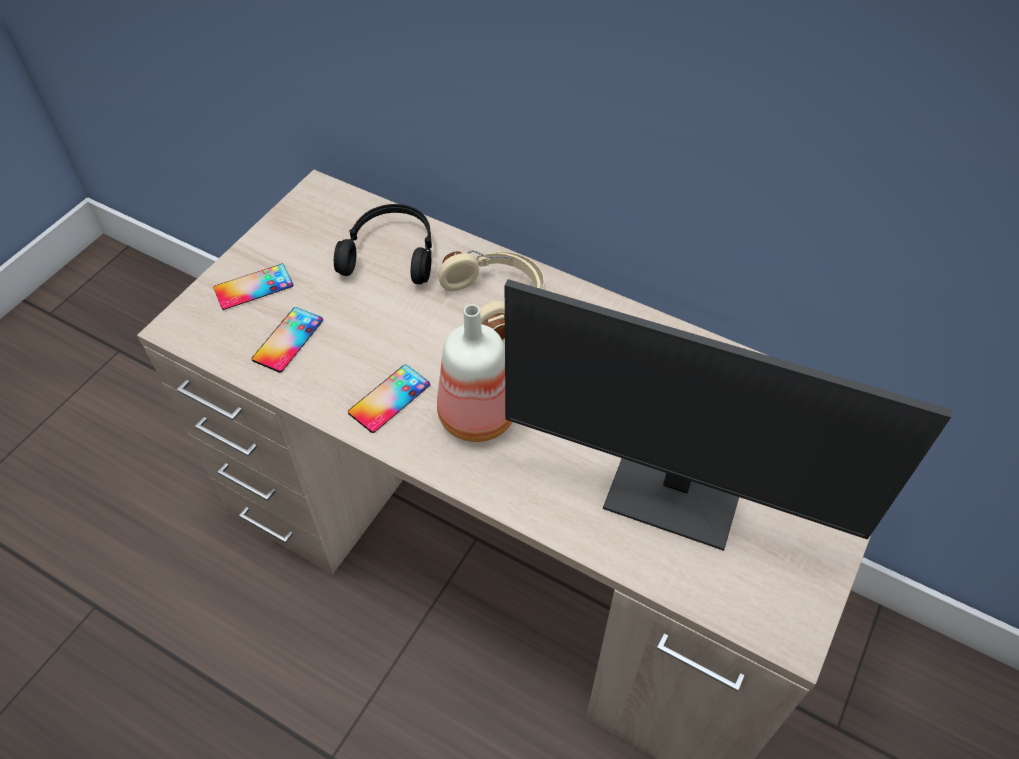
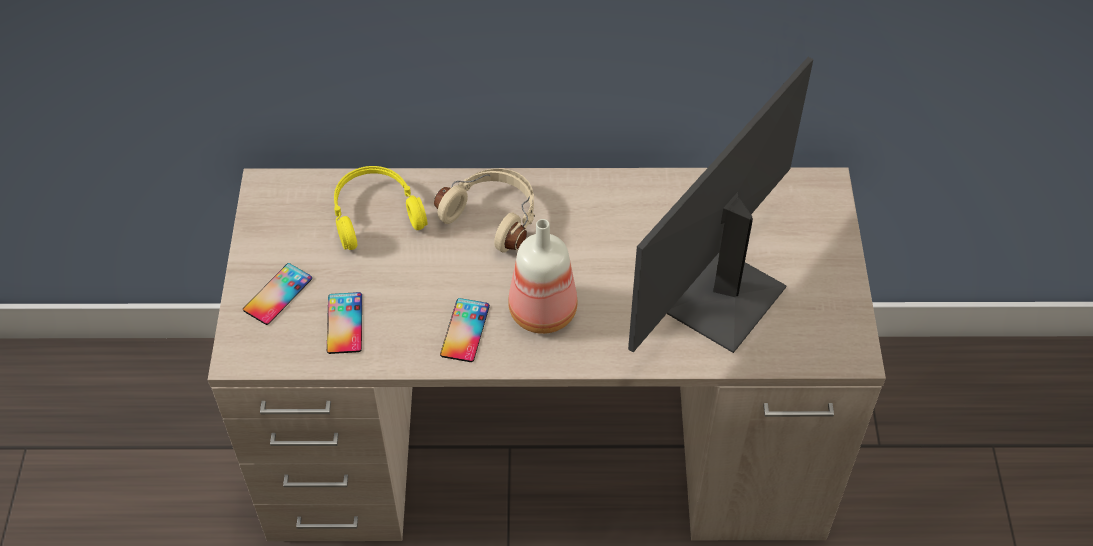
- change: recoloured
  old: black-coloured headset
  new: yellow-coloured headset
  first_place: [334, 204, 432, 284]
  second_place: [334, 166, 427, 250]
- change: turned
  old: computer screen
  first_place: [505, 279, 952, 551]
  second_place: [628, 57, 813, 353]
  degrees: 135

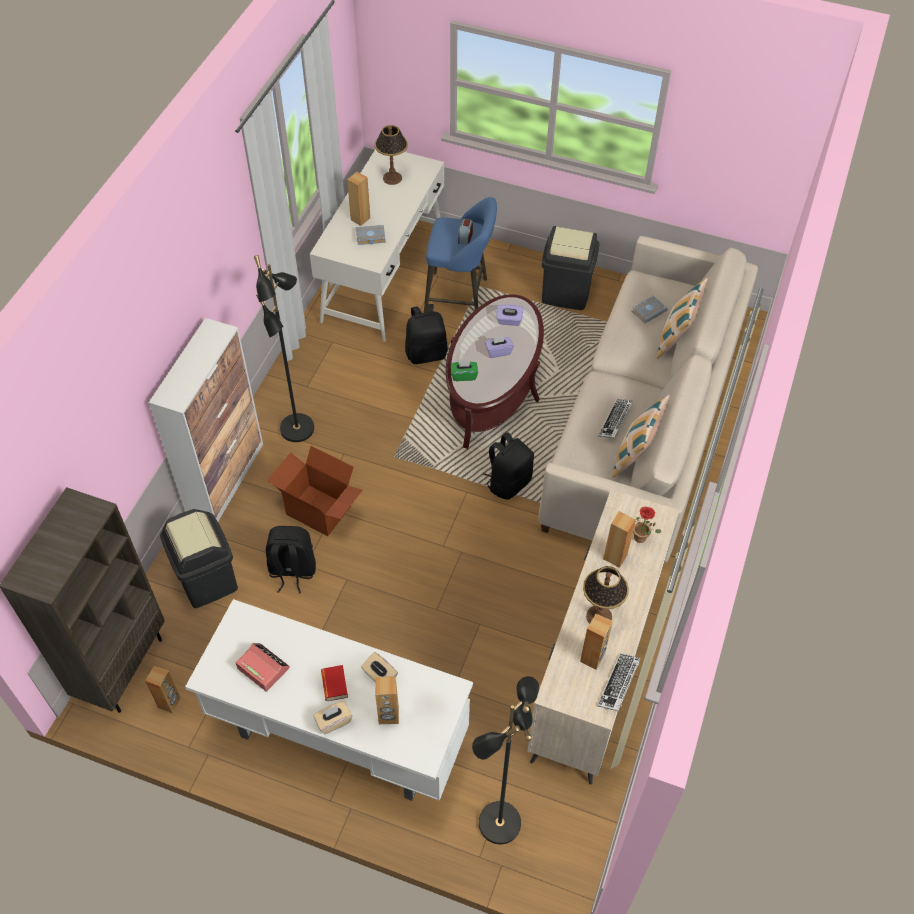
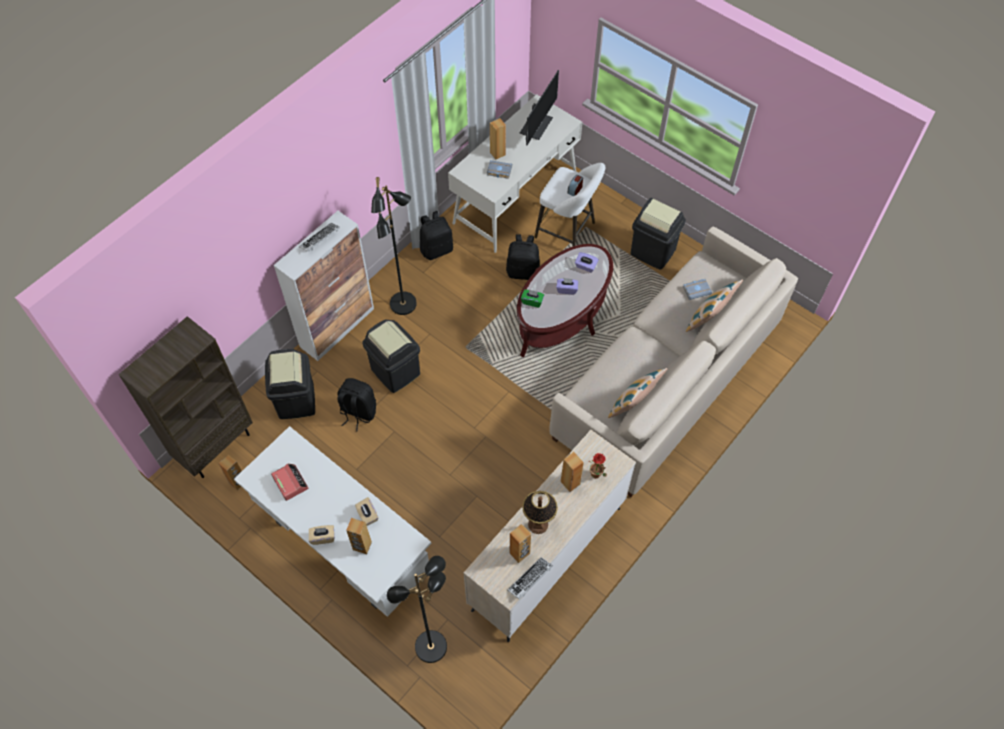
- change: removed
  old: bound book
  first_place: [321, 665, 348, 701]
- change: moved
  old: black-coloured knapsack
  first_place: [483, 432, 534, 500]
  second_place: [420, 211, 453, 260]
- change: moved
  old: computer keyboard
  first_place: [598, 399, 633, 438]
  second_place: [299, 223, 340, 252]
- change: replaced
  old: carton
  new: black-coloured trash can
  first_place: [268, 446, 362, 536]
  second_place: [362, 320, 420, 393]
- change: replaced
  old: table lamp
  new: computer screen
  first_place: [375, 125, 408, 185]
  second_place: [520, 70, 559, 145]
- change: recoloured
  old: blue stool seat
  new: whitish stool seat
  first_place: [424, 197, 497, 313]
  second_place: [534, 163, 605, 246]

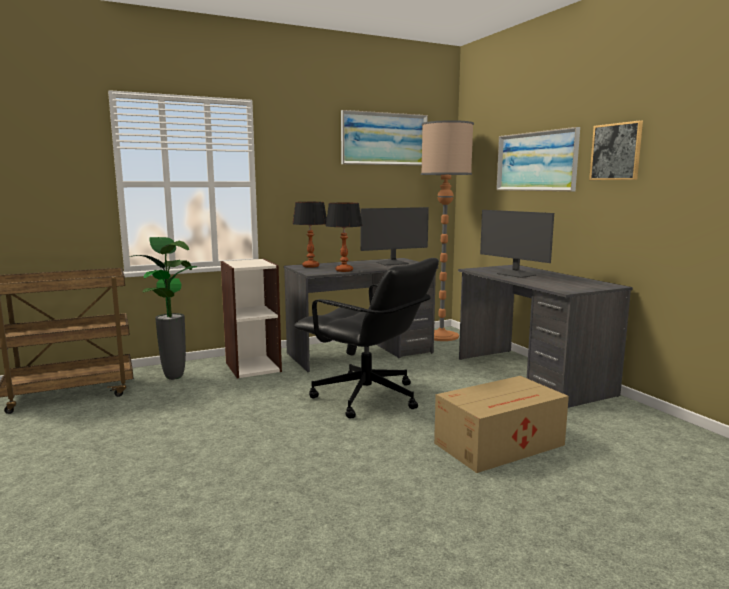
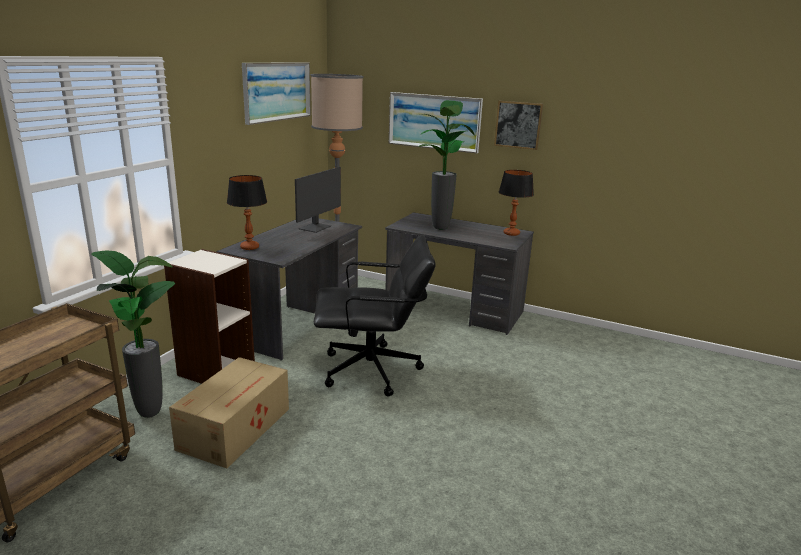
- change: moved
  old: table lamp
  first_place: [325, 203, 363, 272]
  second_place: [499, 170, 534, 236]
- change: moved
  old: carton
  first_place: [434, 376, 569, 473]
  second_place: [169, 357, 289, 468]
- change: replaced
  old: computer screen
  new: plant in a pot
  first_place: [480, 210, 554, 278]
  second_place: [418, 100, 474, 230]

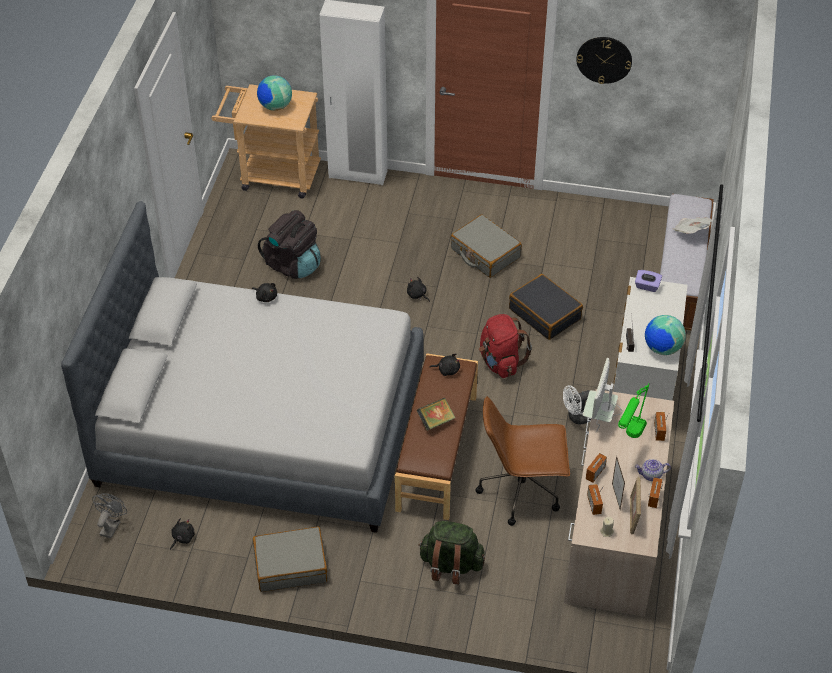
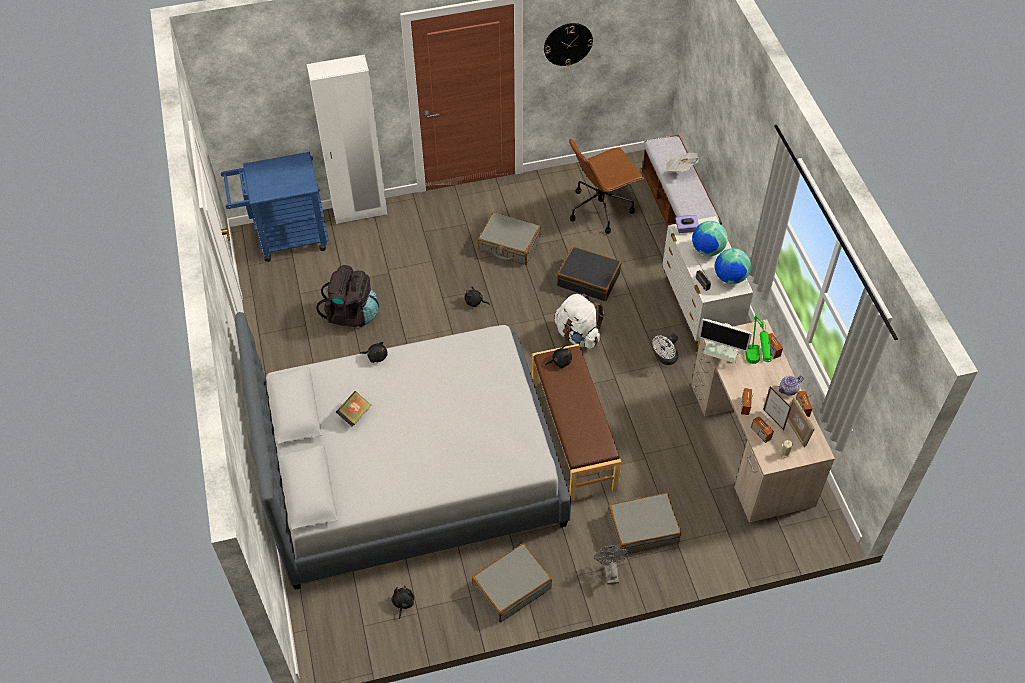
- change: moved
  old: gray fan
  first_place: [92, 493, 127, 538]
  second_place: [594, 545, 629, 585]
- change: moved
  old: desk globe
  first_place: [257, 75, 292, 111]
  second_place: [692, 221, 728, 256]
- change: moved
  old: bound book
  first_place: [417, 398, 455, 431]
  second_place: [336, 391, 372, 427]
- change: moved
  old: brown-coloured desk chair
  first_place: [476, 396, 570, 526]
  second_place: [569, 138, 644, 234]
- change: replaced
  old: green-coloured knapsack
  new: gray suitcase
  first_place: [418, 521, 485, 584]
  second_place: [607, 493, 681, 555]
- change: recoloured
  old: beige-coloured cart
  new: blue cart
  first_place: [211, 84, 321, 199]
  second_place: [221, 152, 329, 262]
- change: recoloured
  old: red-coloured knapsack
  new: whitish knapsack
  first_place: [479, 314, 532, 378]
  second_place: [555, 294, 604, 349]
- change: turned
  old: computer screen
  first_place: [582, 358, 622, 433]
  second_place: [699, 318, 752, 363]
  degrees: -60

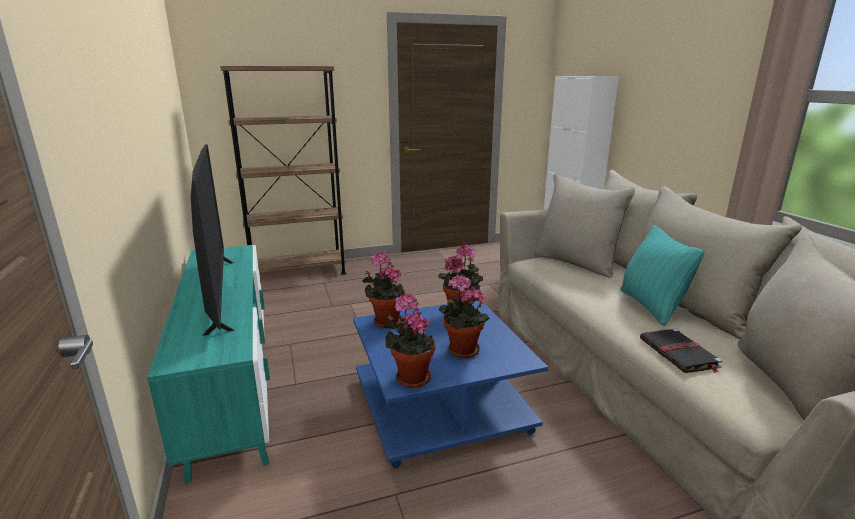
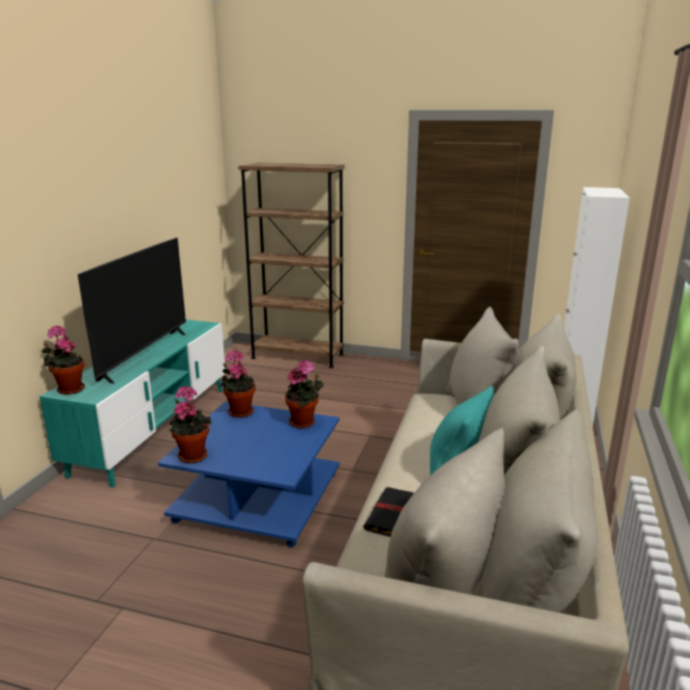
- change: moved
  old: plant in a pot
  first_place: [439, 275, 490, 358]
  second_place: [42, 325, 85, 395]

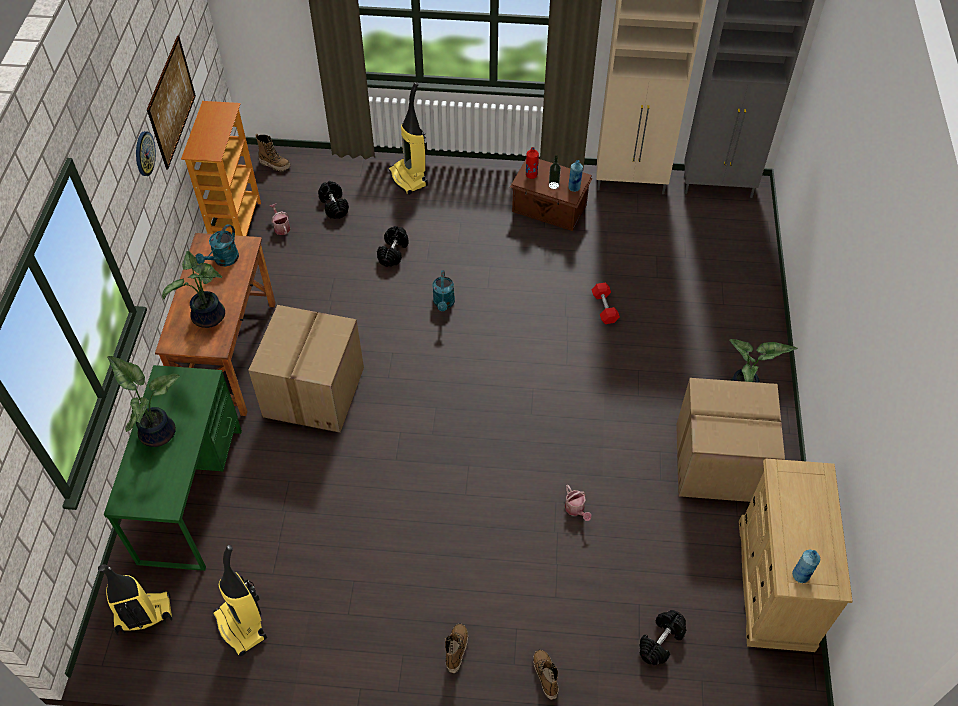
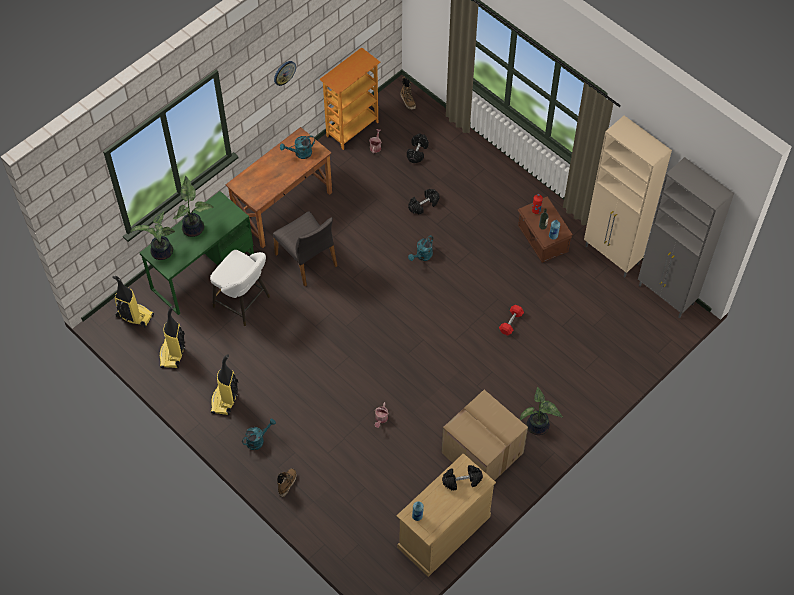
- change: removed
  old: picture
  first_place: [147, 35, 196, 169]
- change: added
  new: whitish stool seat
  second_place: [210, 250, 270, 326]
- change: moved
  old: plant in a pot
  first_place: [162, 251, 225, 328]
  second_place: [131, 211, 175, 260]
- change: moved
  old: vacuum cleaner
  first_place: [389, 82, 428, 195]
  second_place: [211, 354, 238, 415]
- change: moved
  old: black-coloured dumbbell
  first_place: [639, 610, 686, 665]
  second_place: [442, 465, 483, 491]
- change: replaced
  old: carton
  new: gray plain chair
  first_place: [248, 305, 364, 433]
  second_place: [273, 212, 337, 286]
- change: replaced
  old: high-top boot
  new: turquoise-coloured watering can
  first_place: [444, 624, 468, 673]
  second_place: [242, 418, 276, 450]

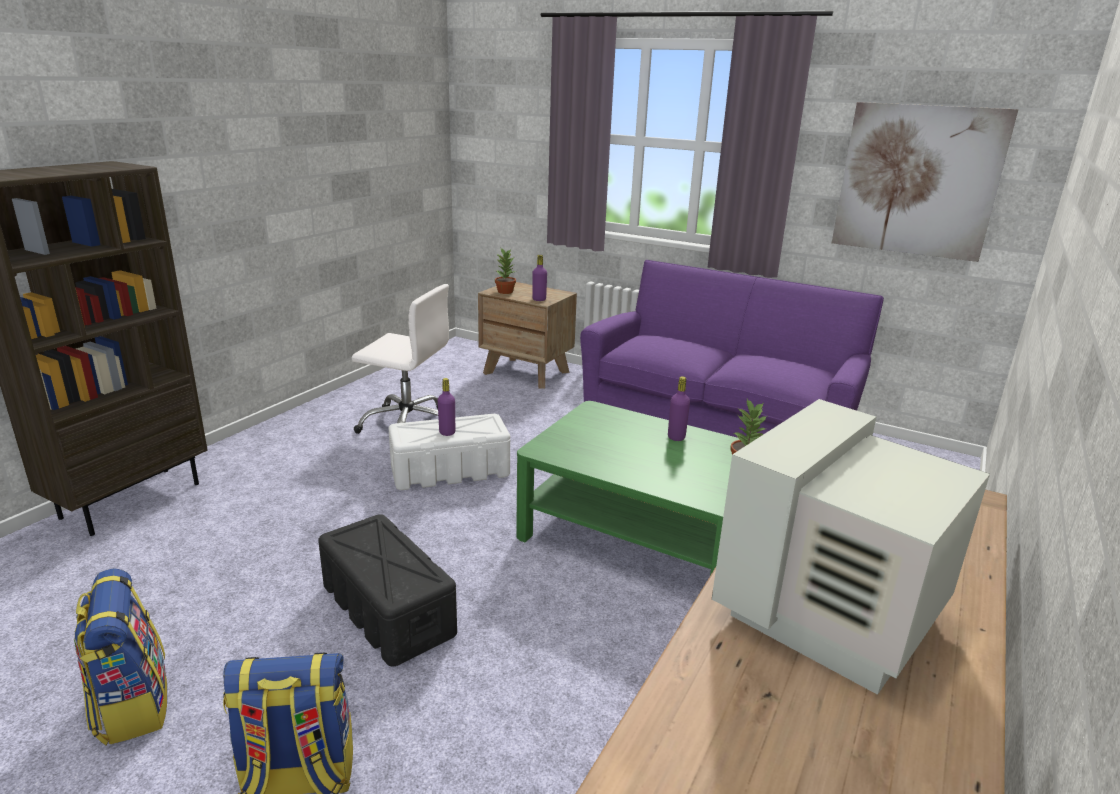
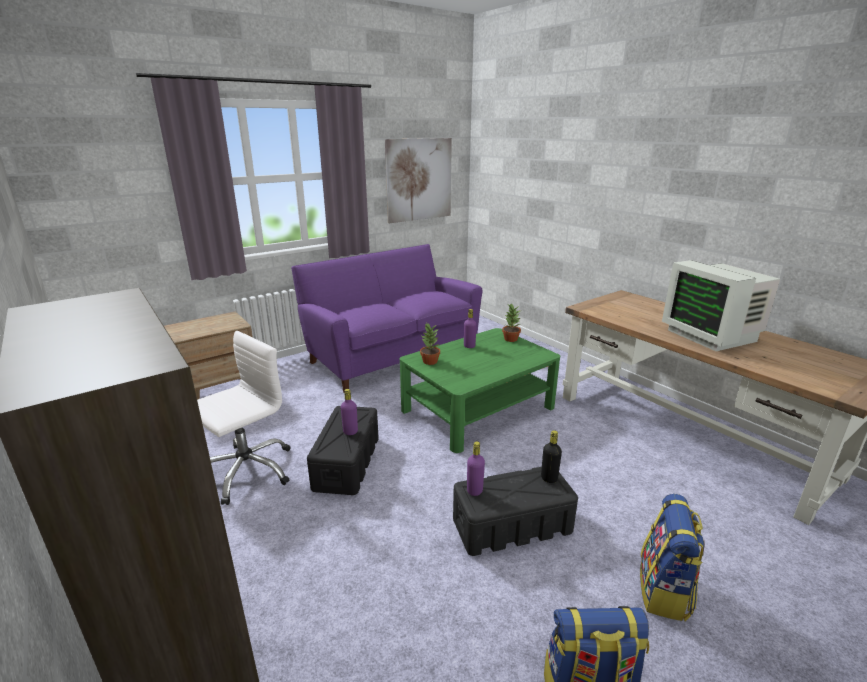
- change: added
  new: black-coloured bottle
  second_place: [541, 430, 562, 483]
- change: moved
  old: plant in a pot
  first_place: [495, 249, 516, 294]
  second_place: [420, 322, 440, 365]
- change: moved
  old: purple bottle
  first_place: [532, 255, 547, 301]
  second_place: [467, 441, 485, 496]
- change: recoloured
  old: whitish storage bin
  new: black-coloured storage bin
  first_place: [389, 414, 510, 490]
  second_place: [307, 406, 379, 495]

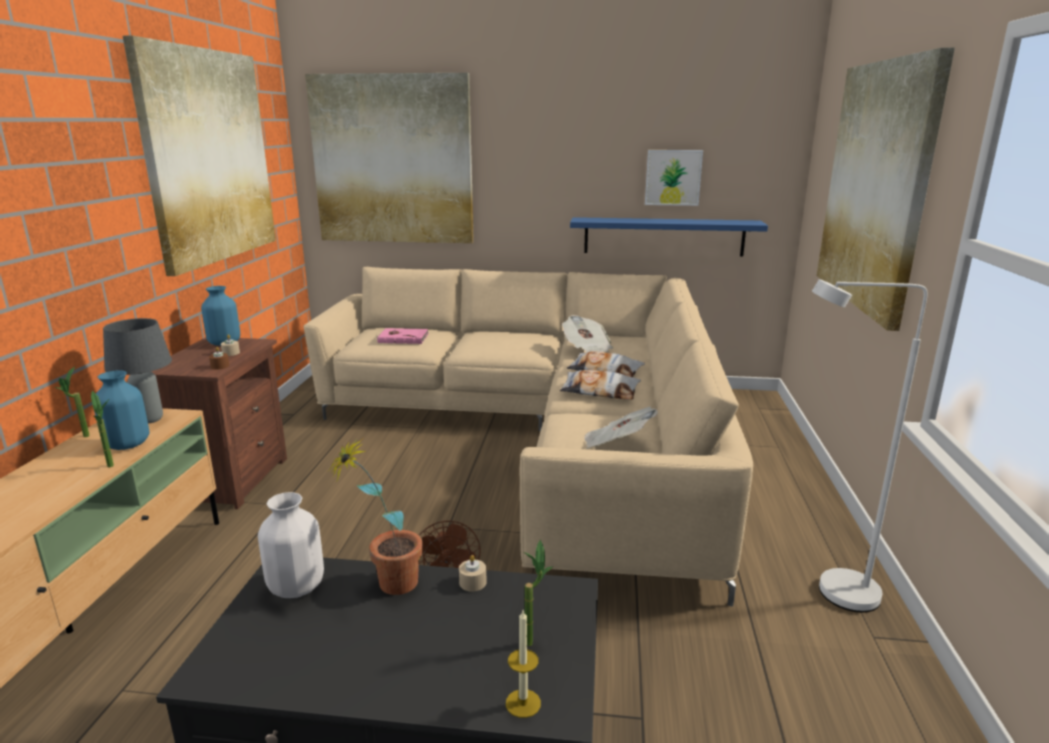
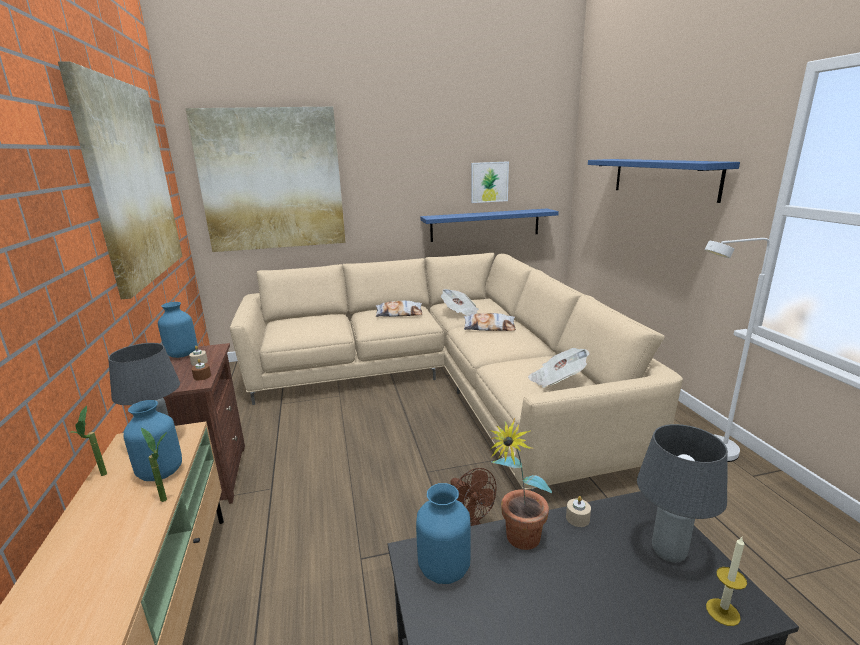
- change: removed
  old: pinkish bound book
  first_place: [377, 328, 428, 344]
- change: moved
  old: pillow
  first_place: [560, 370, 641, 399]
  second_place: [376, 301, 422, 317]
- change: replaced
  old: plant in a pot
  new: gray table lamp
  first_place: [524, 540, 553, 646]
  second_place: [637, 424, 728, 563]
- change: replaced
  old: picture
  new: blue bracket shelf
  first_place: [817, 47, 955, 331]
  second_place: [588, 159, 740, 203]
- change: recoloured
  old: whitish vase
  new: blue vase
  first_place: [258, 492, 324, 598]
  second_place: [416, 483, 471, 584]

